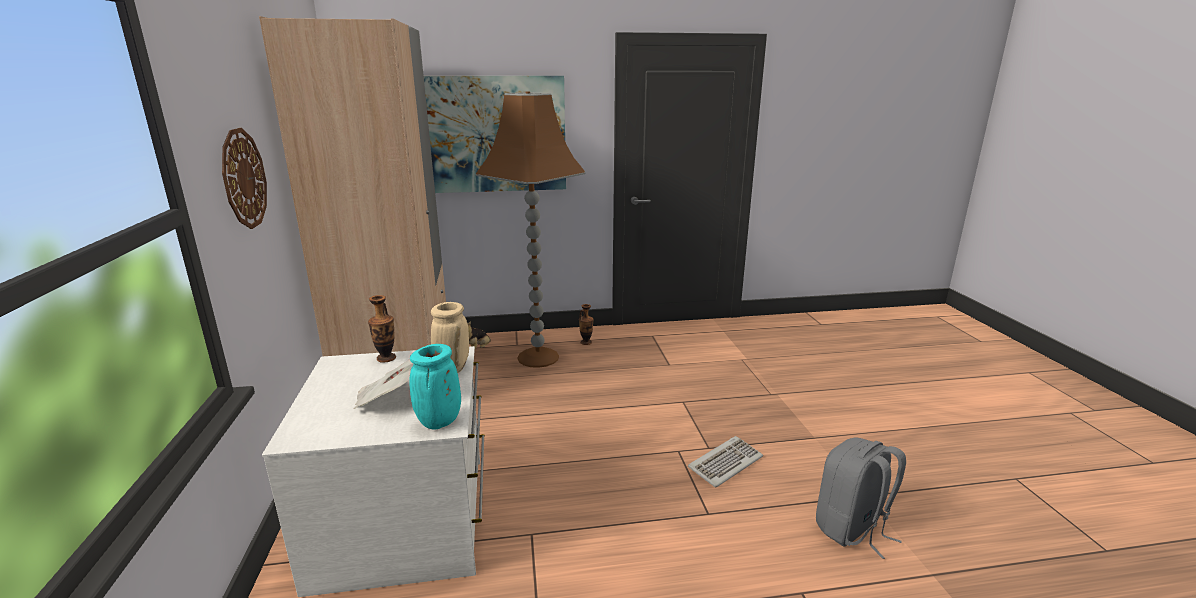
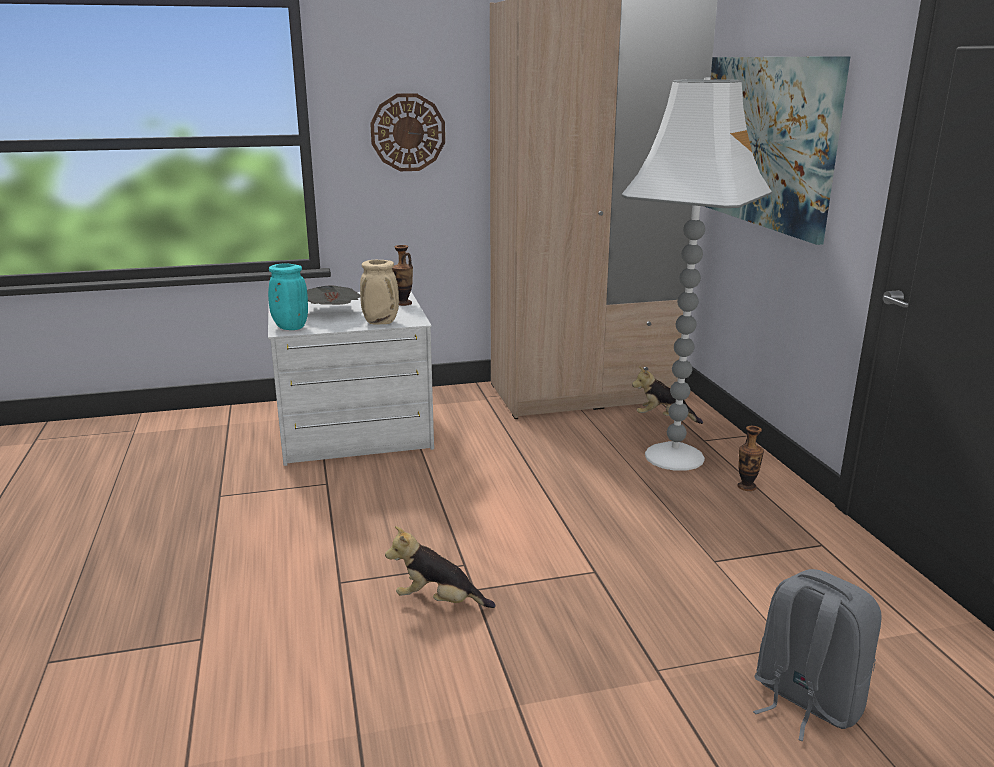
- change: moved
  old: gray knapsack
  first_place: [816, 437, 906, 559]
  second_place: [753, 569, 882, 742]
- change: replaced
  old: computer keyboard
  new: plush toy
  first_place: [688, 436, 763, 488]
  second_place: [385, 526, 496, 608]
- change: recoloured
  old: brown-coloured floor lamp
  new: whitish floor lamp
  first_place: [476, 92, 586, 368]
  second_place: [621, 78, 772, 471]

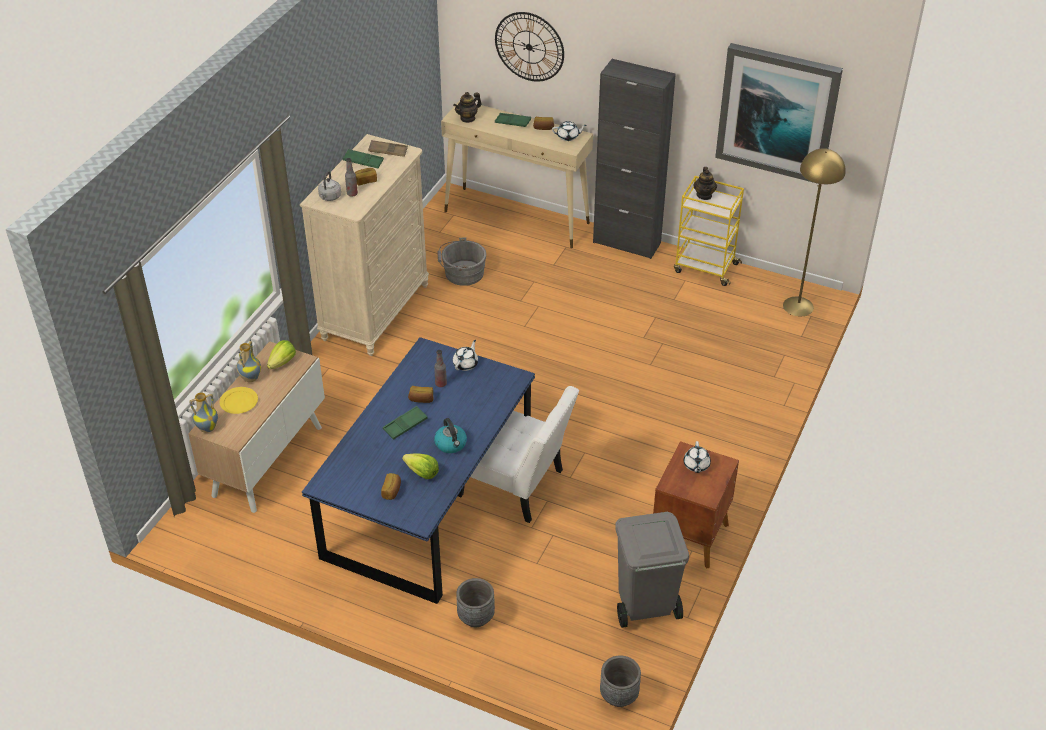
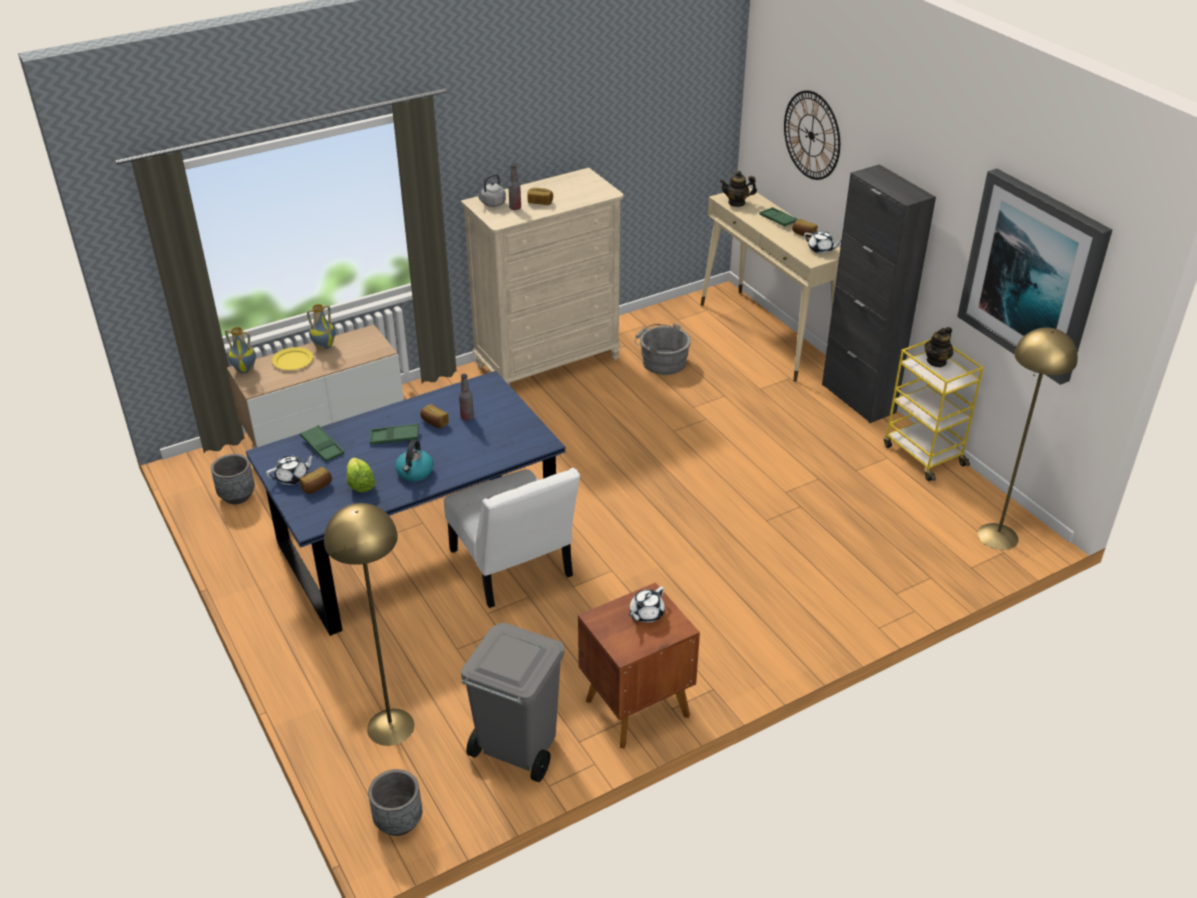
- change: removed
  old: lettuce head
  first_place: [267, 340, 296, 369]
- change: removed
  old: brown-coloured carrying tray
  first_place: [368, 140, 408, 157]
- change: added
  new: yellow-coloured floor lamp
  second_place: [324, 503, 414, 746]
- change: moved
  old: green-coloured carrying tray
  first_place: [343, 149, 384, 168]
  second_place: [300, 425, 344, 462]
- change: moved
  old: whitish pot for tea
  first_place: [453, 340, 478, 371]
  second_place: [266, 454, 315, 485]
- change: moved
  old: gray planter
  first_place: [456, 578, 495, 627]
  second_place: [211, 454, 255, 504]

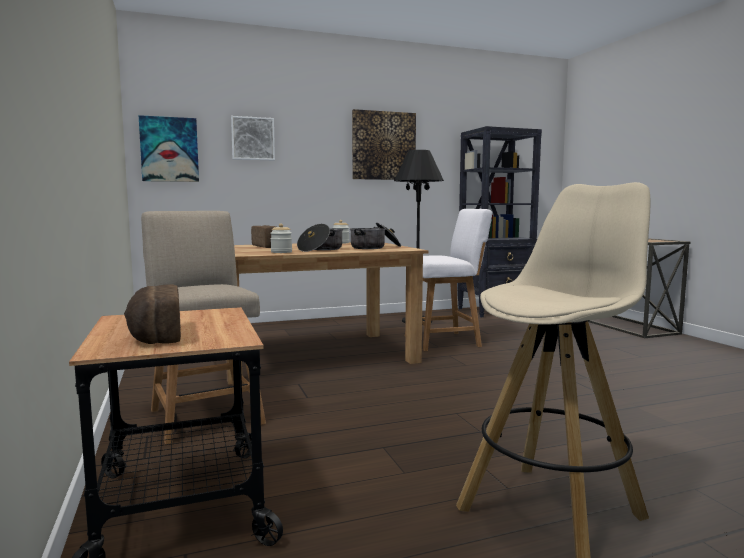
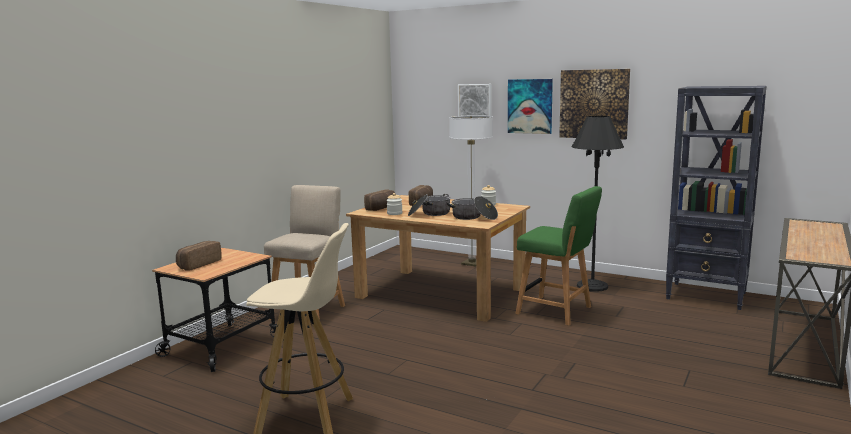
- change: added
  new: bakery bread
  second_place: [364, 189, 395, 211]
- change: added
  new: floor lamp
  second_place: [449, 115, 493, 267]
- change: moved
  old: picture
  first_place: [138, 115, 199, 182]
  second_place: [508, 79, 553, 134]
- change: recoloured
  old: whitish plain chair
  new: green-coloured plain chair
  first_place: [405, 209, 492, 351]
  second_place: [515, 186, 602, 326]

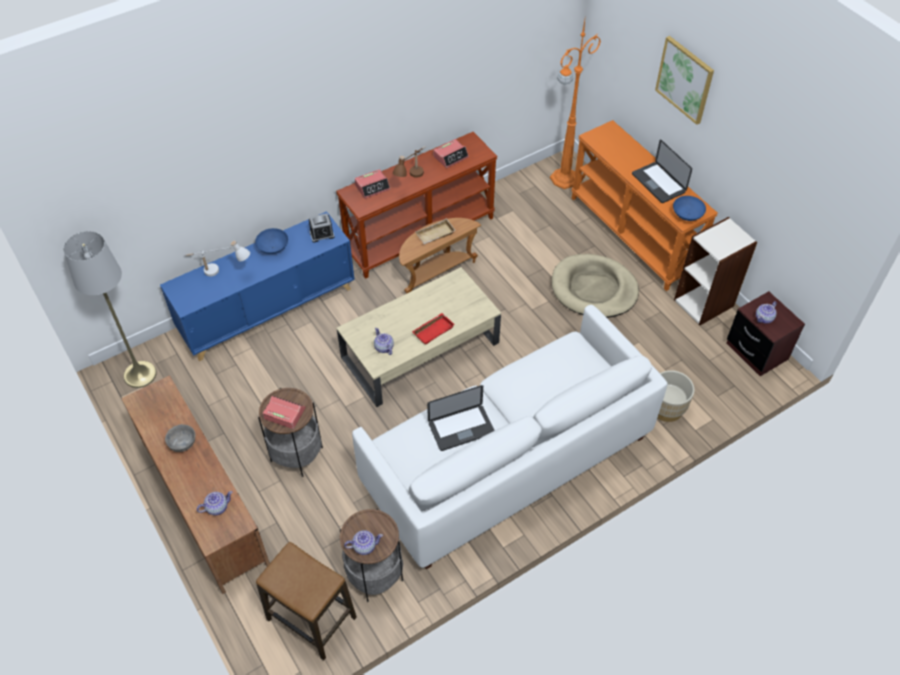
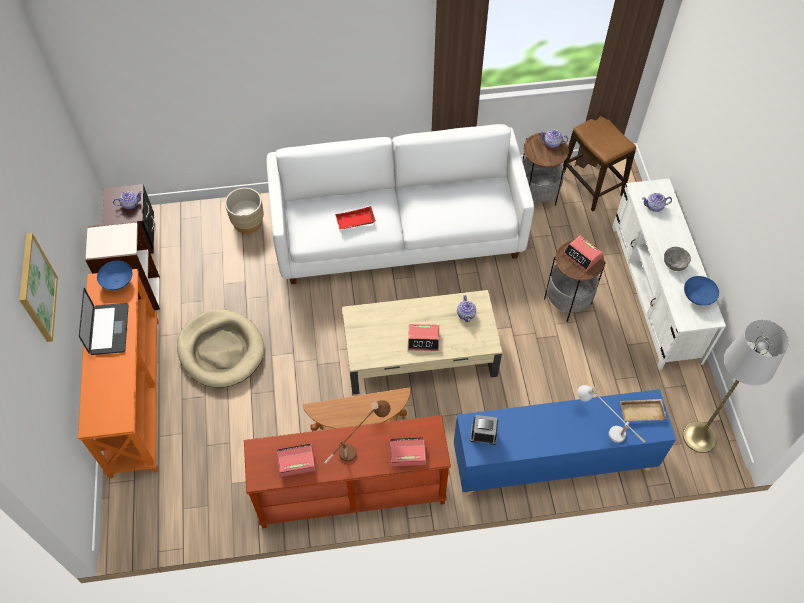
- change: removed
  old: portable computer
  first_place: [427, 385, 495, 451]
- change: removed
  old: orangey floor lamp
  first_place: [550, 20, 601, 189]
- change: added
  new: table clock
  second_place: [408, 324, 439, 351]
- change: moved
  old: blue bowl
  first_place: [255, 228, 288, 254]
  second_place: [684, 276, 719, 306]
- change: moved
  old: red-coloured carrying tray
  first_place: [412, 313, 455, 345]
  second_place: [335, 206, 376, 229]
- change: moved
  old: beige-coloured carrying tray
  first_place: [415, 218, 456, 244]
  second_place: [620, 399, 667, 422]
- change: recoloured
  old: brown-coloured tv stand
  new: whitish tv stand
  first_place: [121, 375, 270, 594]
  second_place: [612, 178, 726, 370]

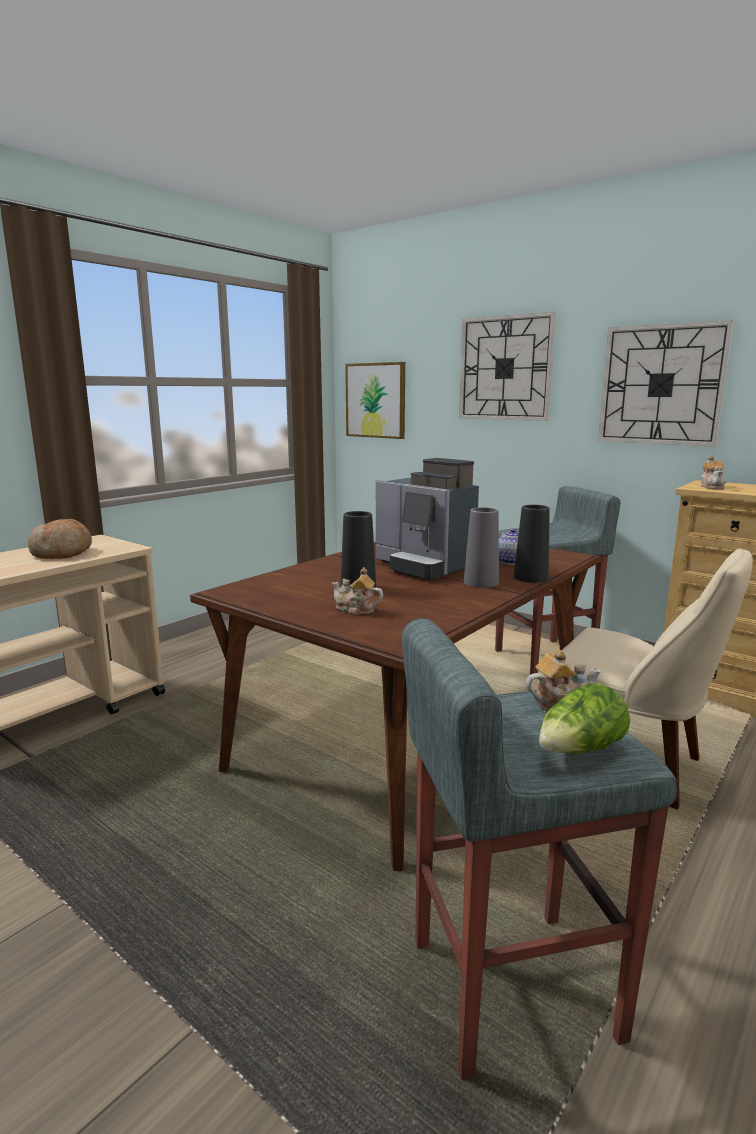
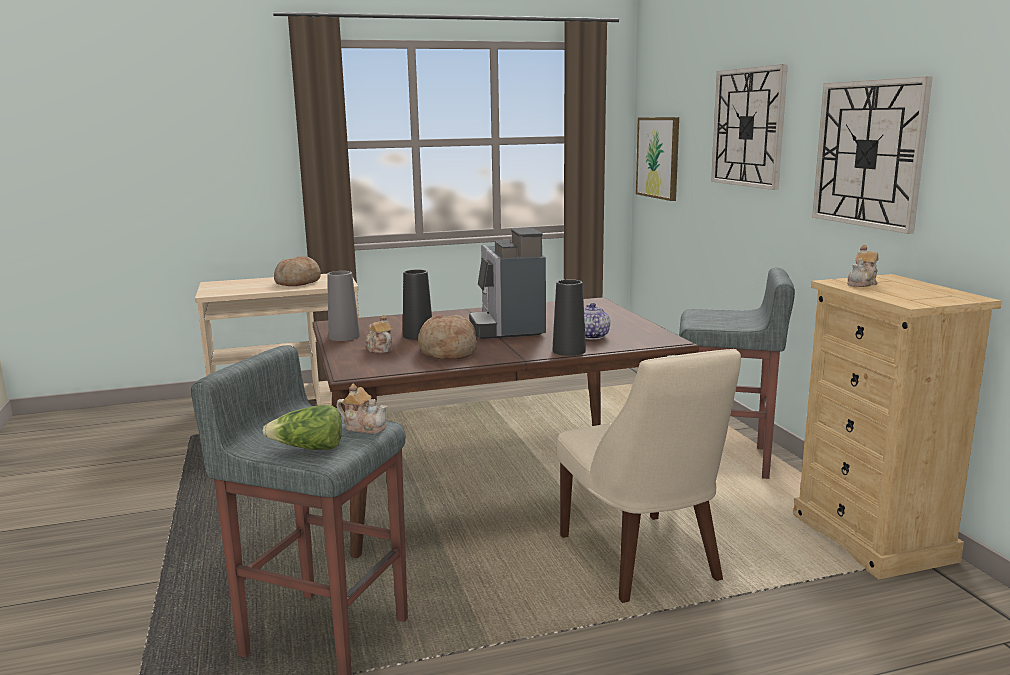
- change: added
  new: bakery bread
  second_place: [418, 314, 477, 359]
- change: moved
  old: gray vase
  first_place: [464, 507, 499, 588]
  second_place: [327, 271, 360, 341]

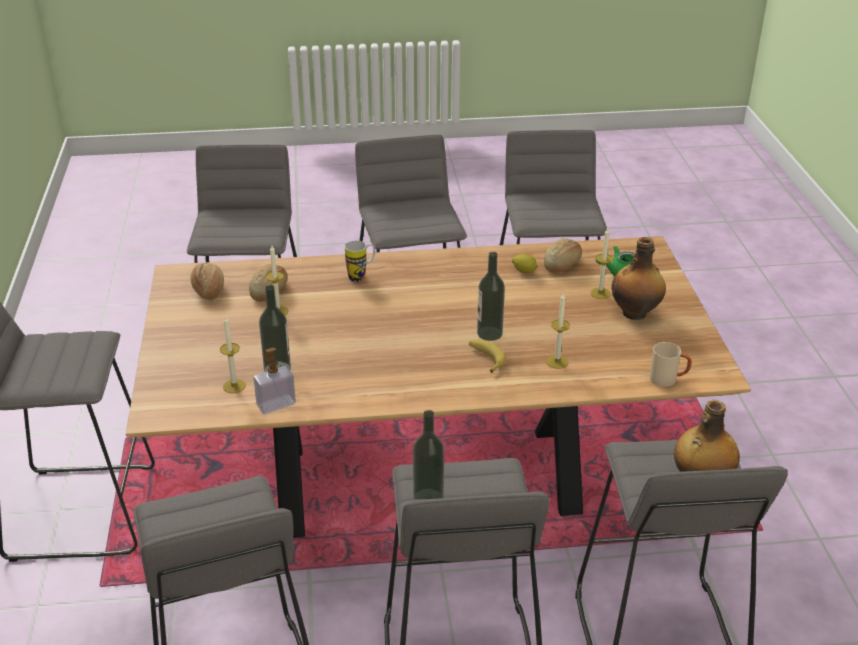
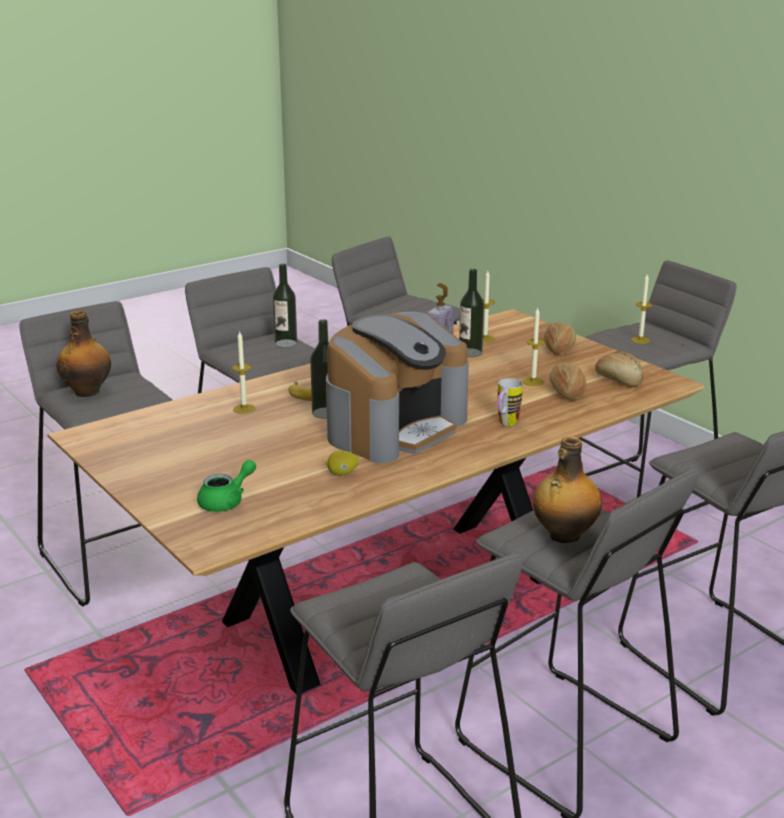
- change: removed
  old: beige-coloured tea mug
  first_place: [650, 342, 692, 387]
- change: added
  new: coffee brewer
  second_place: [326, 312, 469, 463]
- change: moved
  old: bakery bread
  first_place: [544, 239, 582, 273]
  second_place: [544, 322, 576, 355]
- change: moved
  old: wax light
  first_place: [590, 228, 613, 299]
  second_place: [631, 274, 652, 344]
- change: moved
  old: bottle
  first_place: [612, 237, 666, 320]
  second_place: [533, 436, 602, 543]

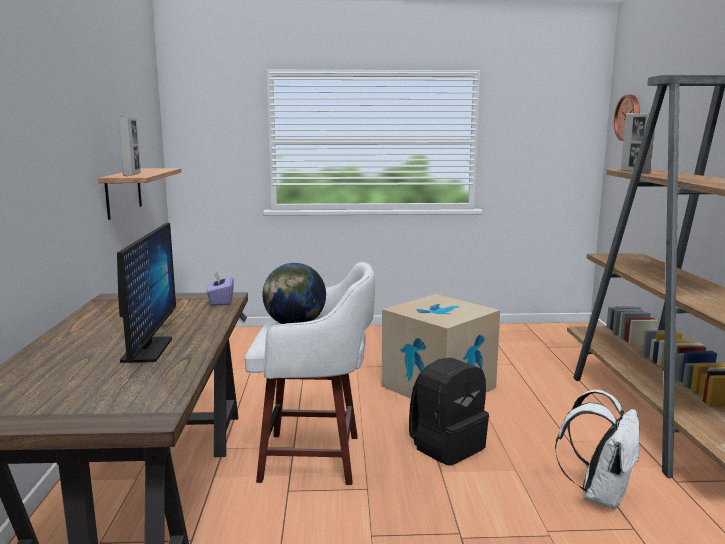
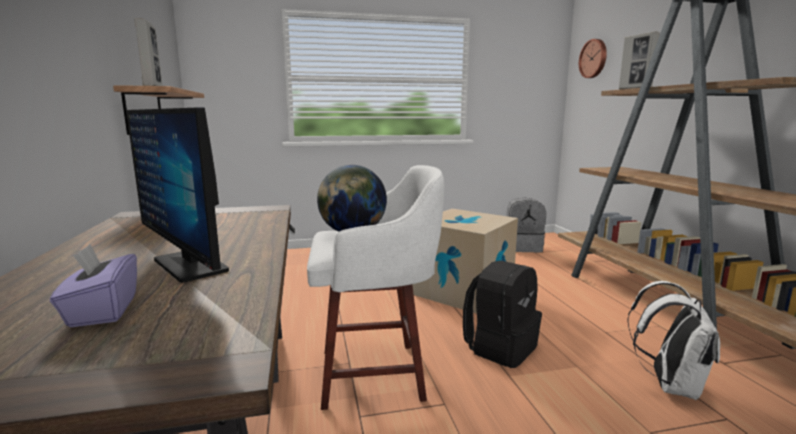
- change: added
  new: gray knapsack
  second_place: [507, 197, 546, 252]
- change: moved
  old: purple tissue holder
  first_place: [206, 271, 234, 306]
  second_place: [50, 244, 137, 328]
- change: turned
  old: computer screen
  first_place: [117, 223, 176, 363]
  second_place: [126, 108, 229, 283]
  degrees: 150

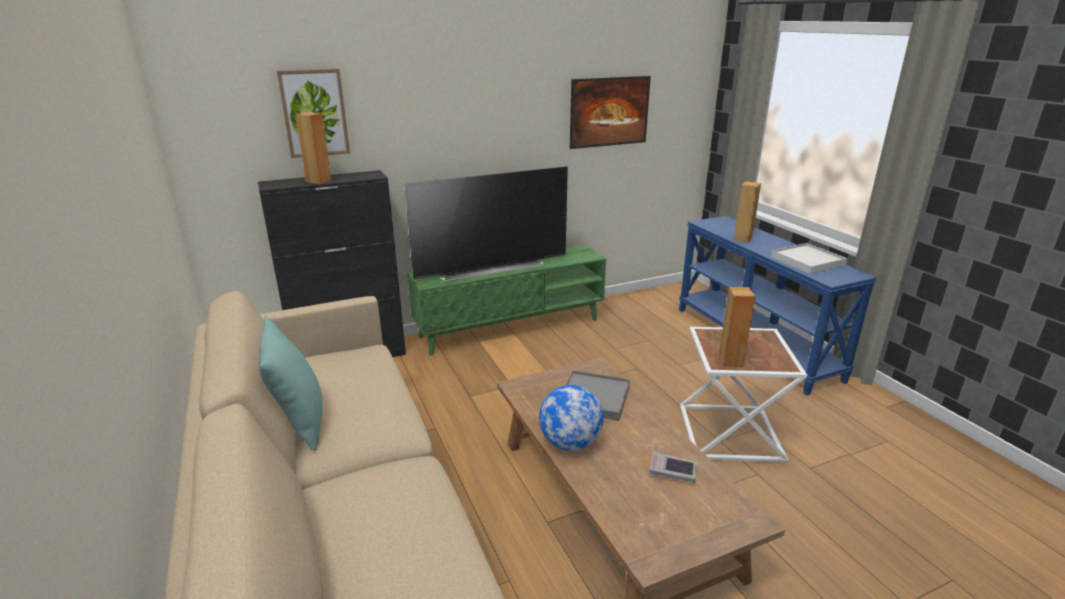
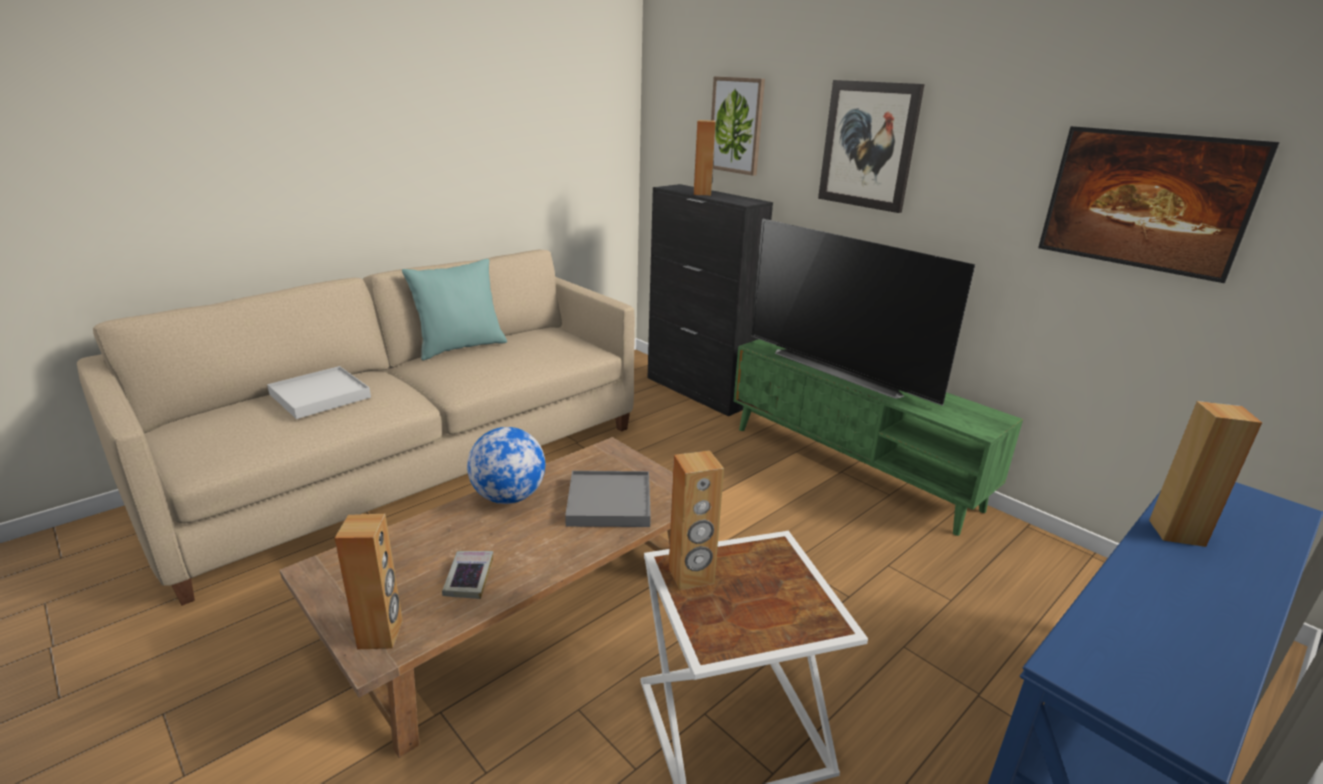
- change: added
  new: brown-coloured audio speaker
  second_place: [334, 514, 403, 649]
- change: added
  new: picture
  second_place: [818, 80, 925, 213]
- change: moved
  old: whitish carrying tray
  first_place: [771, 243, 848, 274]
  second_place: [267, 366, 371, 419]

